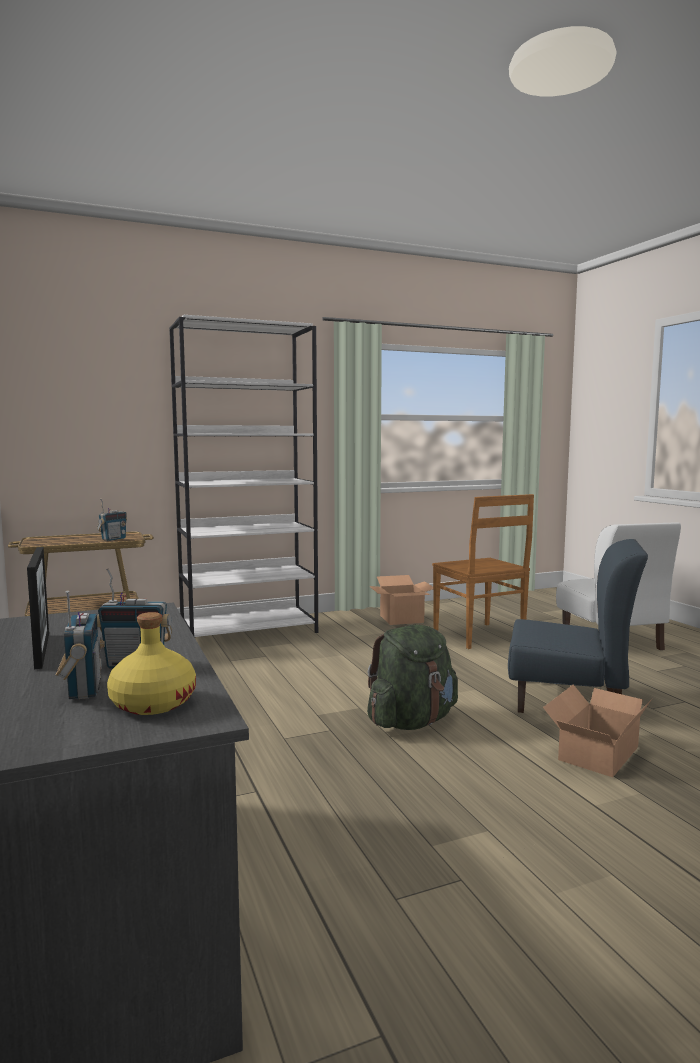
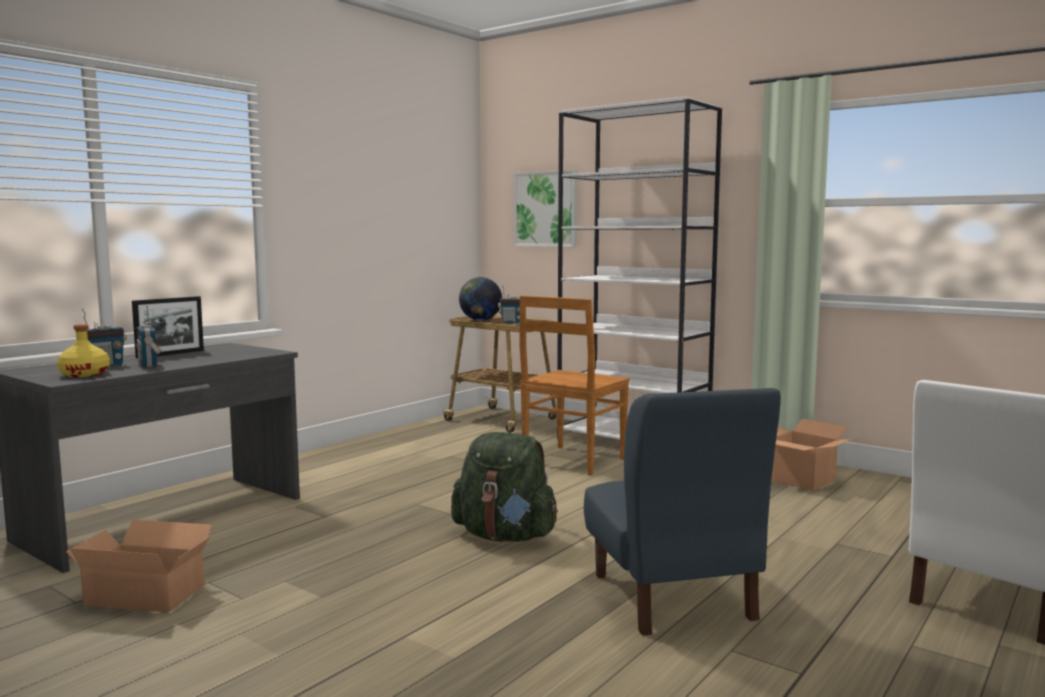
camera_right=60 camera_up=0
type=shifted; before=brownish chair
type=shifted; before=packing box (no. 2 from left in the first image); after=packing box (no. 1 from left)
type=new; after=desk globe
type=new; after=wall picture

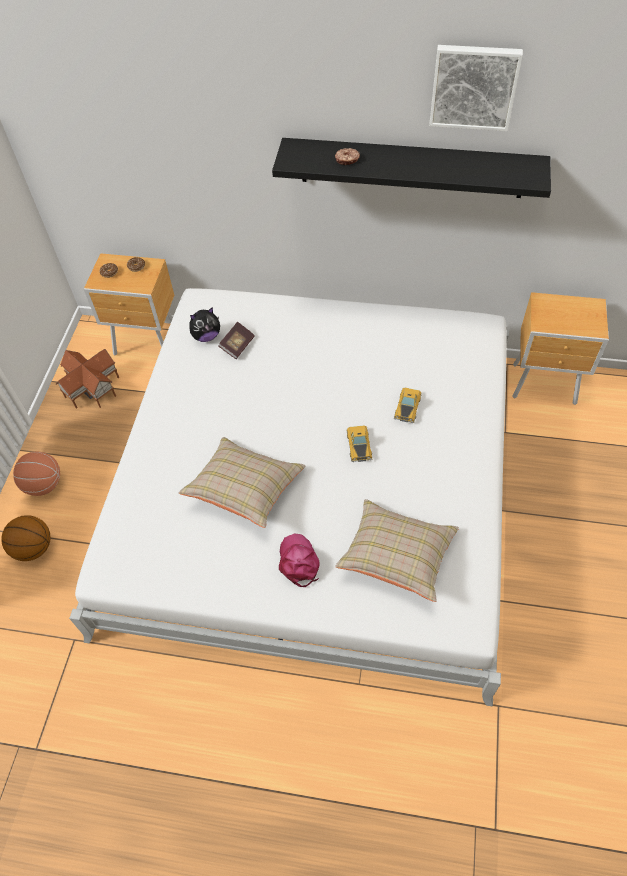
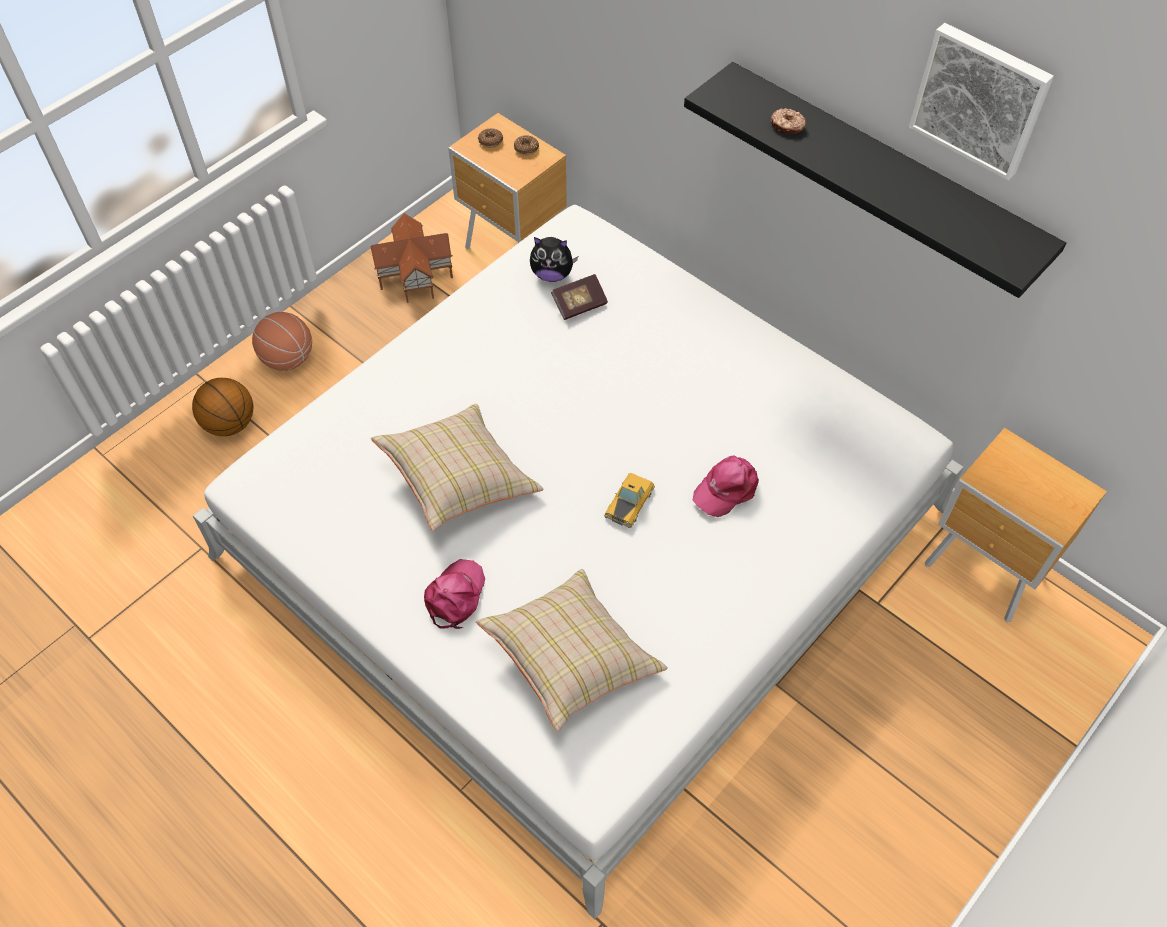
camera_right=30 camera_up=0
type=swapped; before=model car (no. 2 from left); after=pink peaked cap (no. 2 from left)

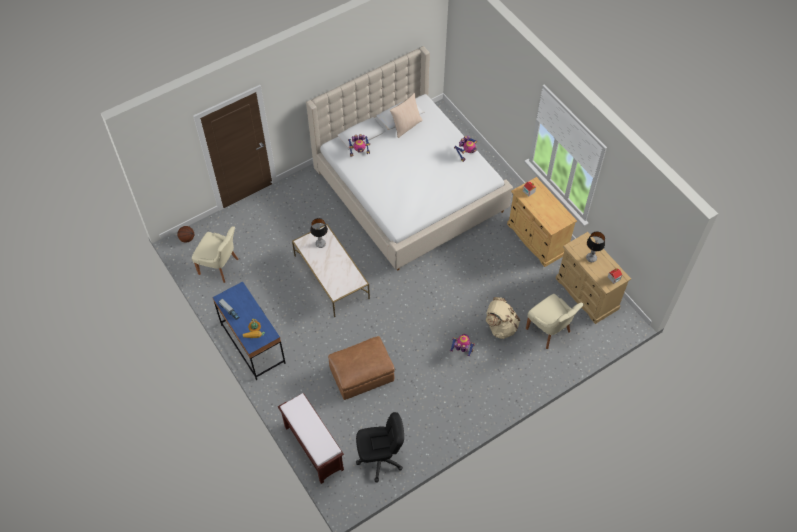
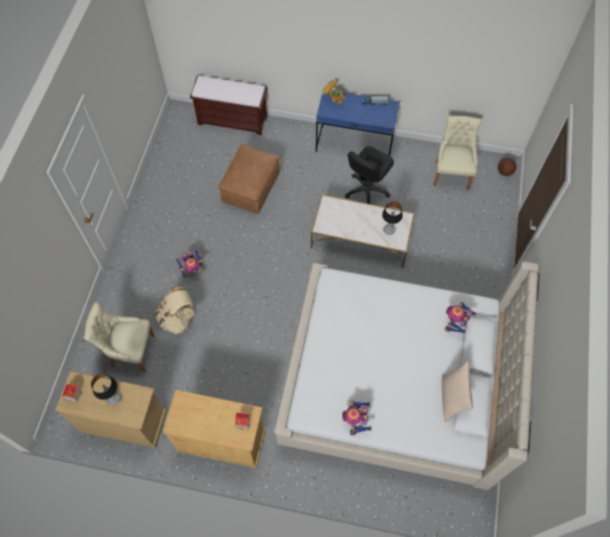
camera_right=135 camera_up=5
type=rotated; before=beige chair (no. 1 from left in the first image); turn=120
type=shifted; before=blackish office chair

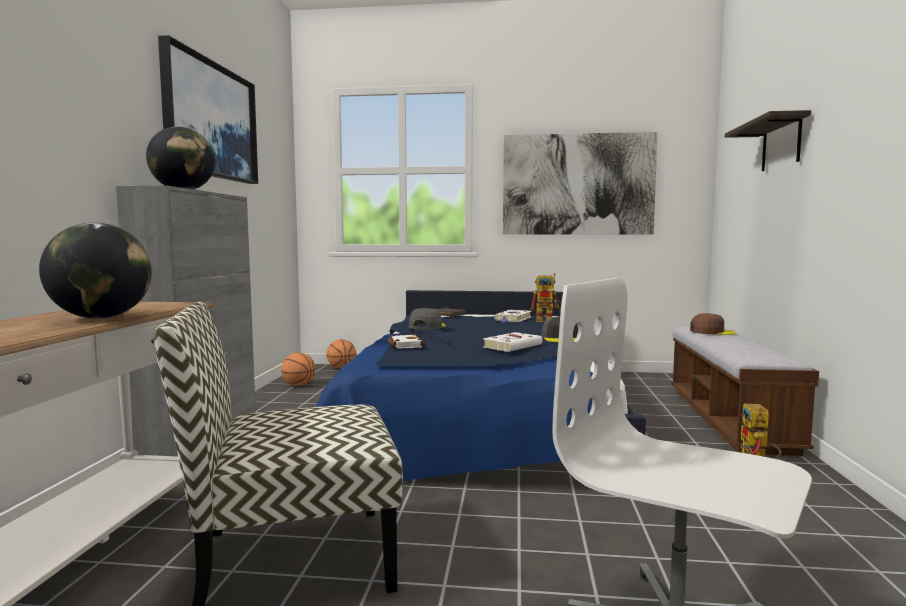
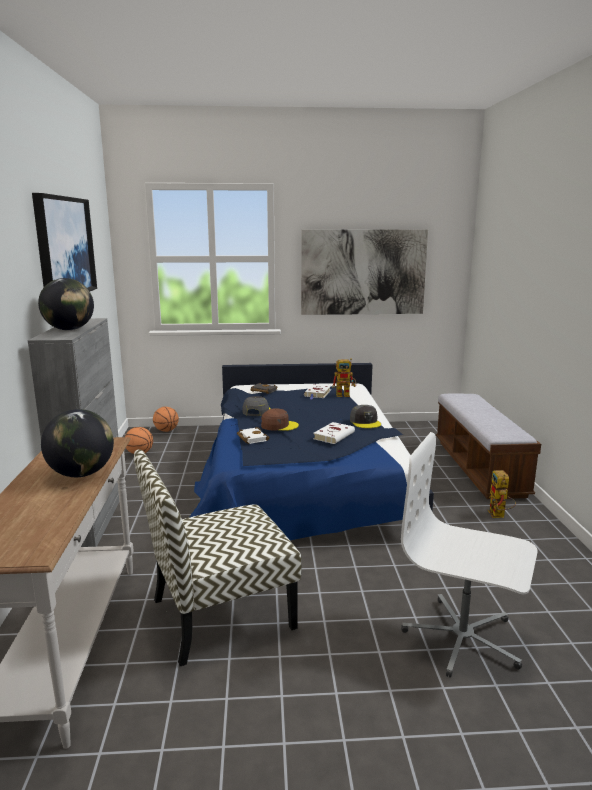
camera_right=-10 camera_up=10
type=shifted; before=brownish peaked cap
type=gone; before=shelf

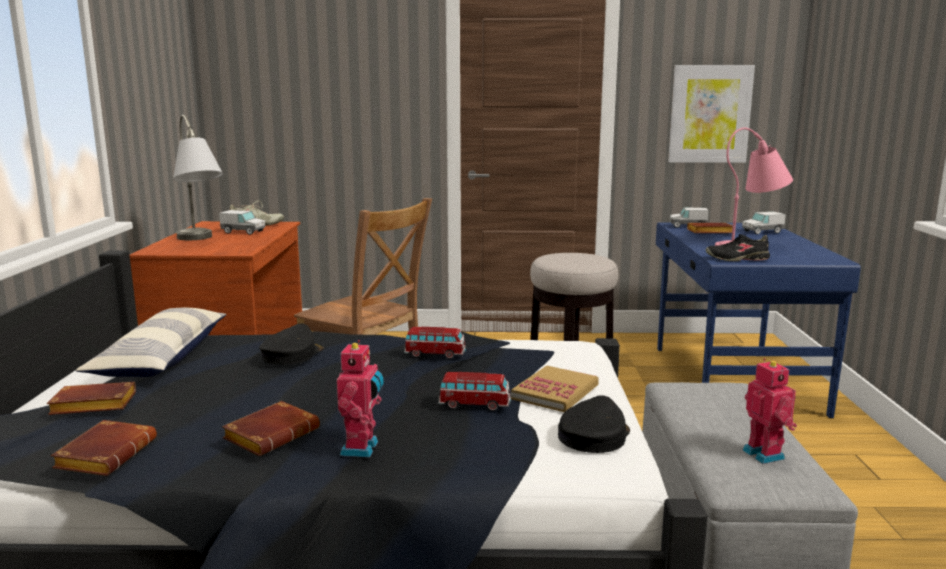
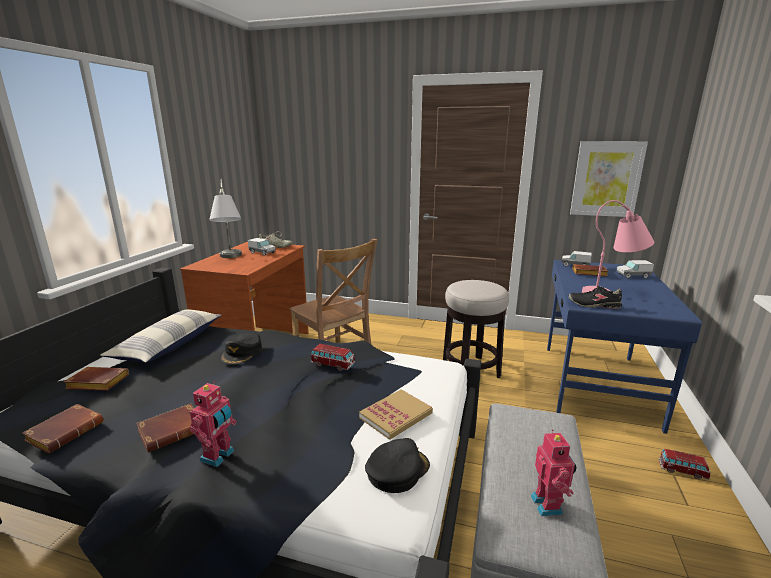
camera_right=15 camera_up=5
type=rotated; before=blackish peaked cap (no. 1 from left); turn=150
type=shifted; before=model car (no. 2 from left)

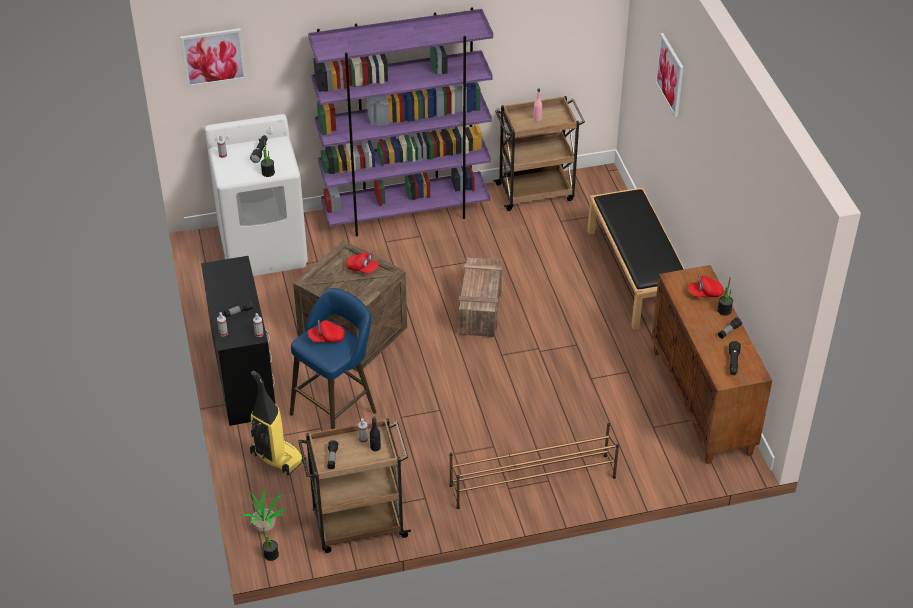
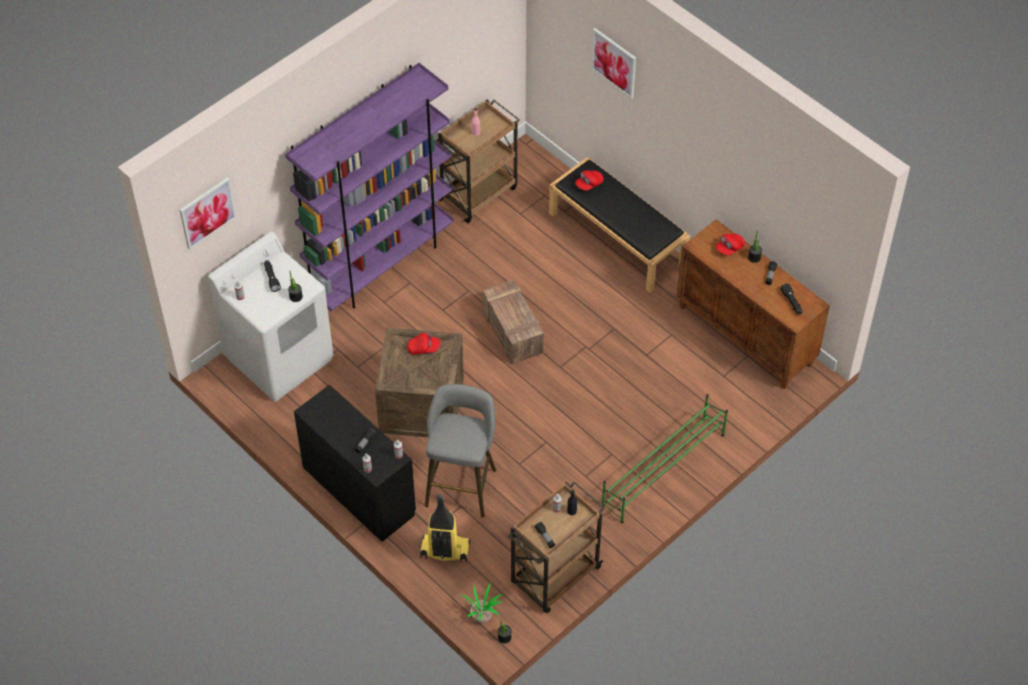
camera_right=-30 camera_up=10
type=repainted; before=blue sitting stool; after=grey sitting stool
type=shifted; before=reddish peaked cap (no. 1 from left in the first image); after=reddish peaked cap (no. 2 from left)
type=repainted; before=brownish shoe stand; after=green shoe stand

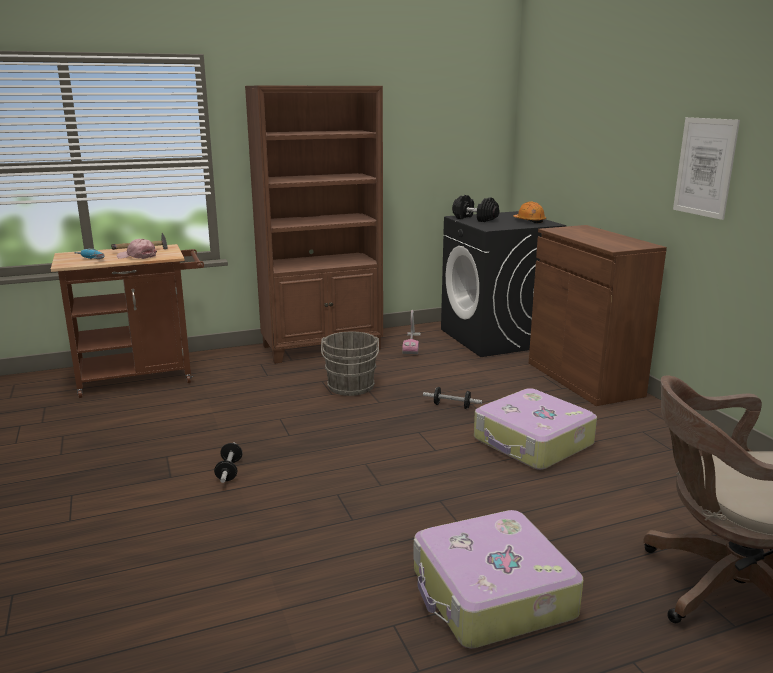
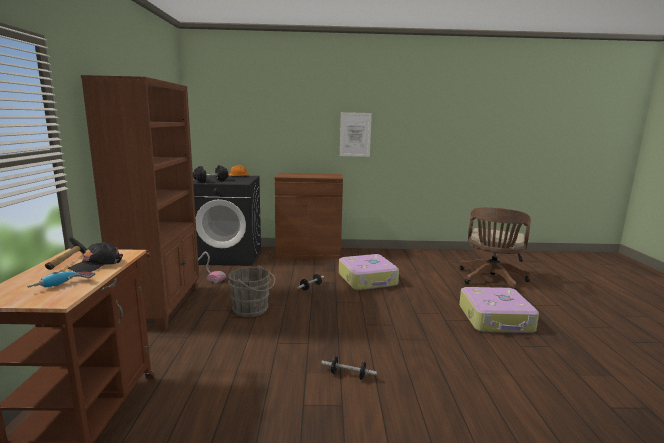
camera_right=-70 camera_up=-5
type=repainted; before=pink peaked cap; after=blackish peaked cap

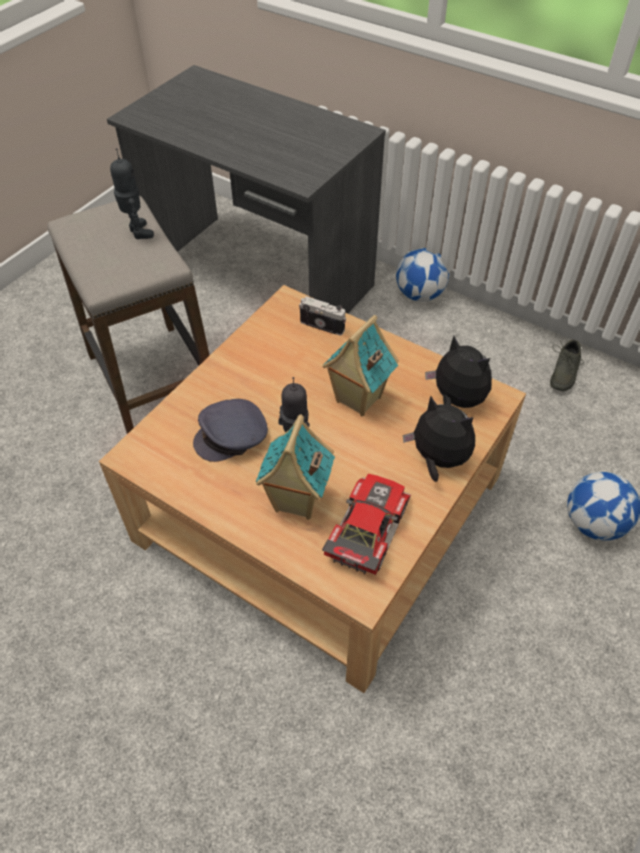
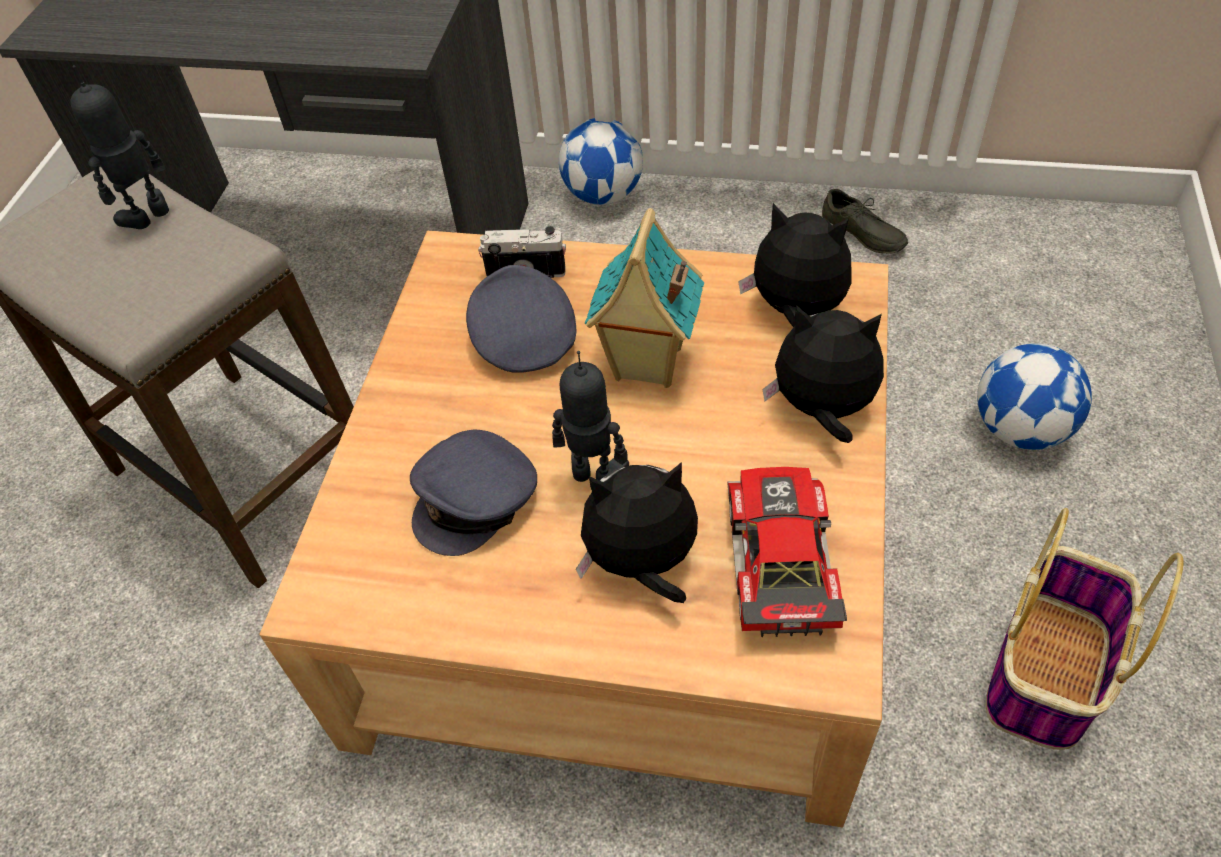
camera_right=-20 camera_up=0
type=rotated; before=toy robot (no. 1 from left); turn=-90
type=swapped; before=miniature house (no. 1 from left); after=soft toy (no. 1 from left)
type=rotated; before=grey low shoe; turn=-45
type=new; after=grey peaked cap (no. 2 from left)
type=new; after=basket

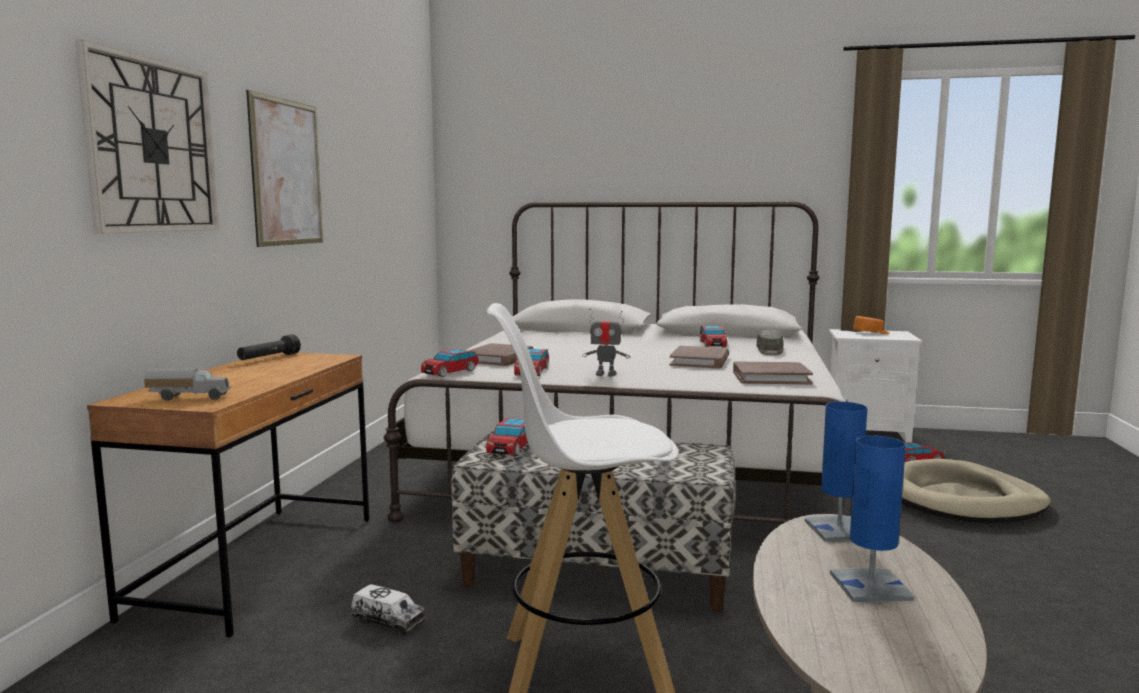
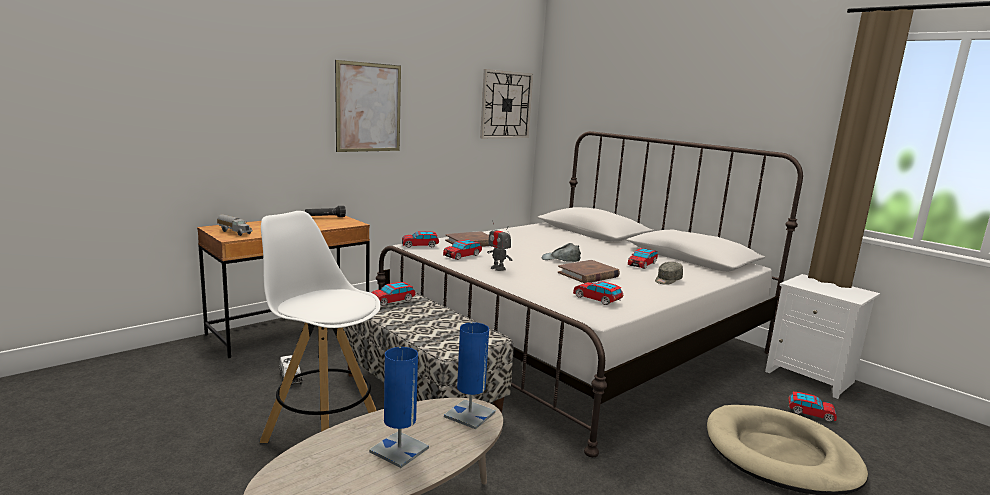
camera_right=35 camera_up=5
type=shifted; before=hanging clock
type=swapped; before=brownish volume (no. 3 from left); after=model car (no. 4 from left)
type=gone; before=orange peaked cap
type=new; after=grey peaked cap (no. 1 from left)

